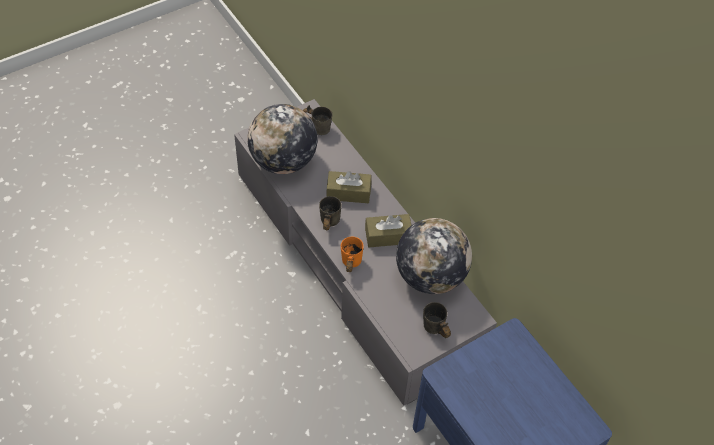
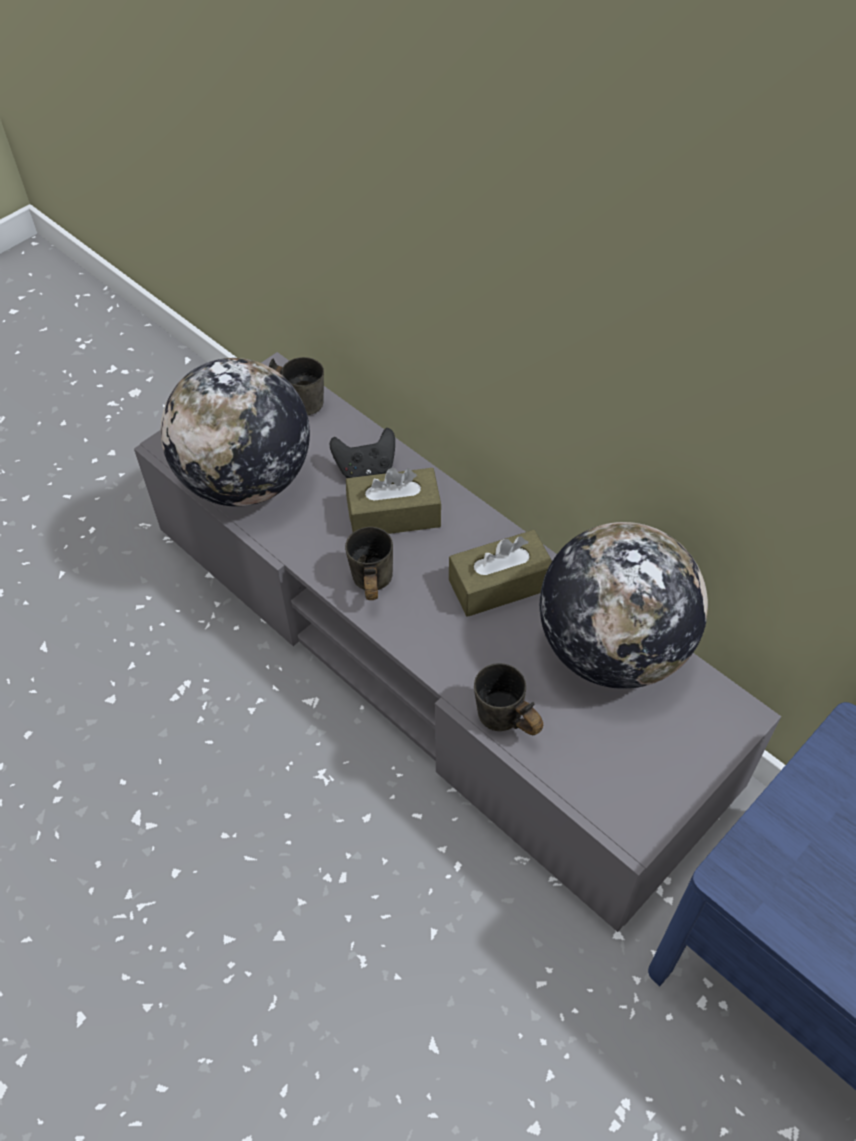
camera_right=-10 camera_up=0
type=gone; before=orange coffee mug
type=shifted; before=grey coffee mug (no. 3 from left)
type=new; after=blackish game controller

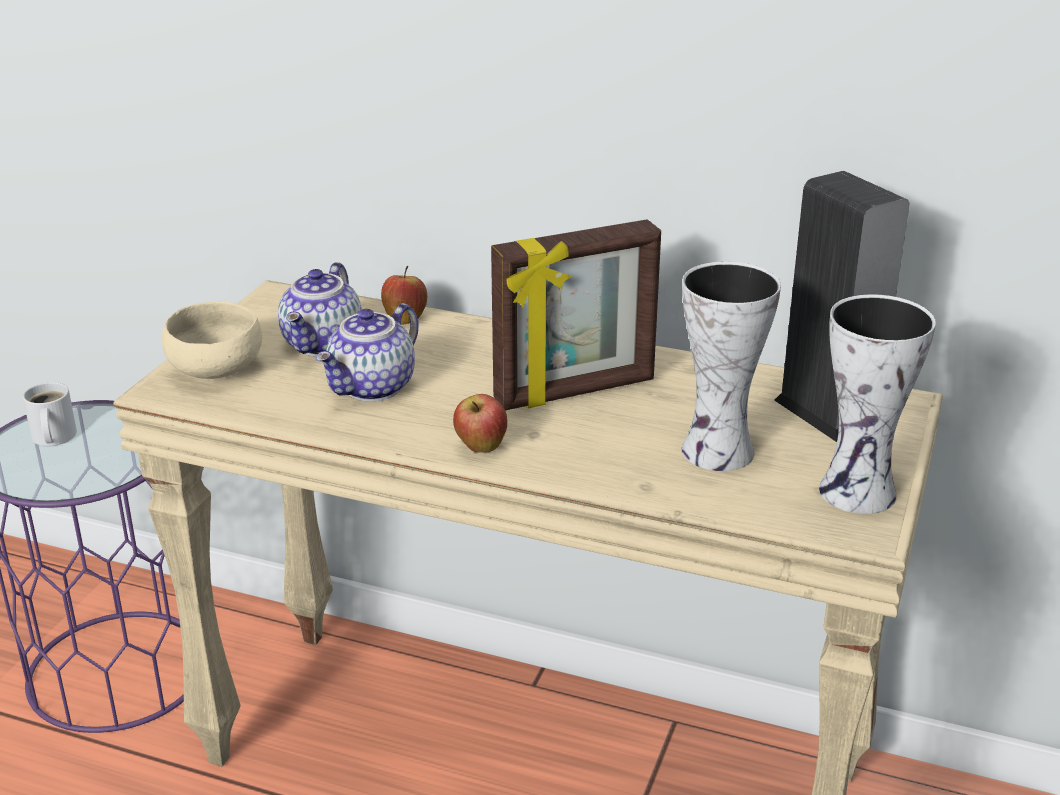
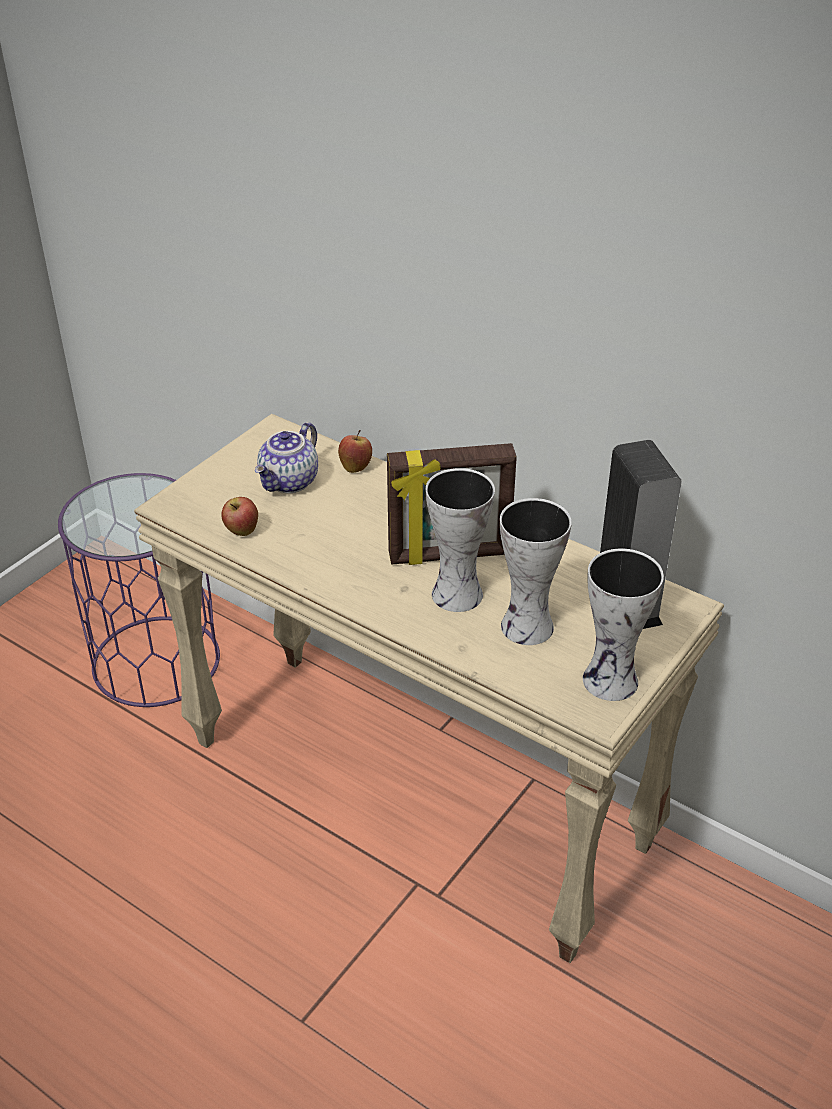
camera_right=15 camera_up=10
type=gone; before=whitish coffee mug
type=gone; before=beige deep dish
type=gone; before=pot for tea (no. 2 from left)
type=shifted; before=apple (no. 2 from left in the first image); after=apple (no. 1 from left)
type=new; after=vase (no. 1 from left)

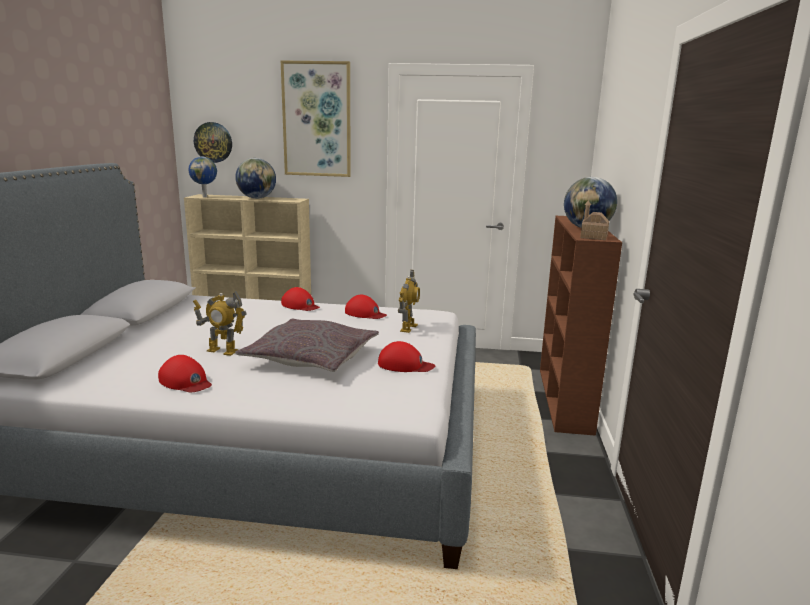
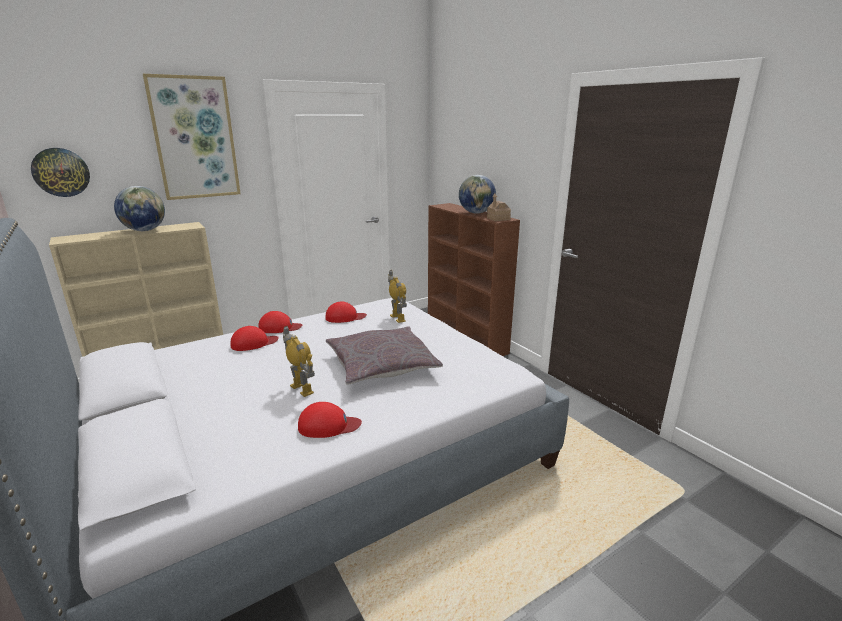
camera_right=-40 camera_up=5
type=gone; before=desk globe (no. 1 from left)
type=rotated; before=toy robot (no. 1 from left); turn=-105
type=shifted; before=reddish peaked cap (no. 4 from left in the first image); after=reddish peaked cap (no. 1 from left)

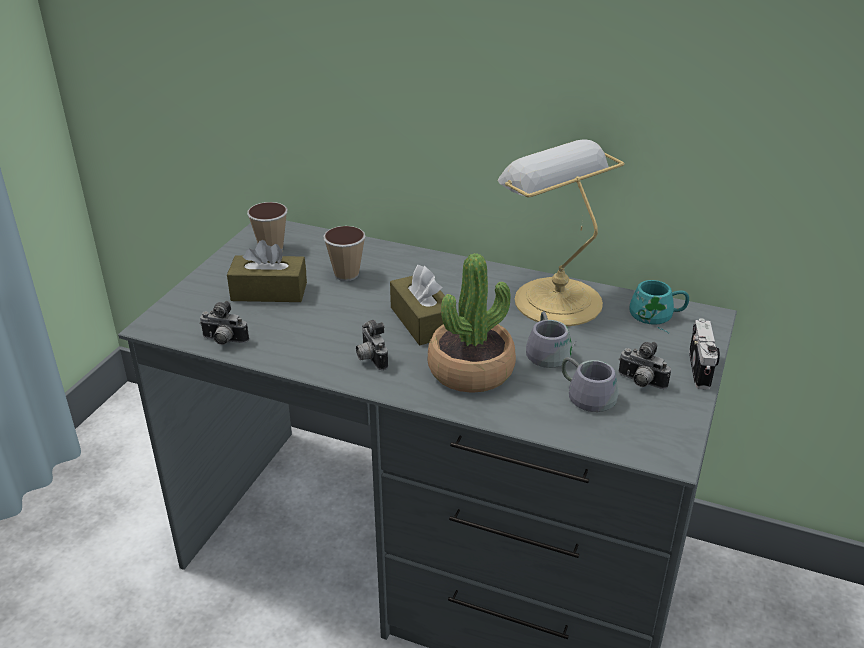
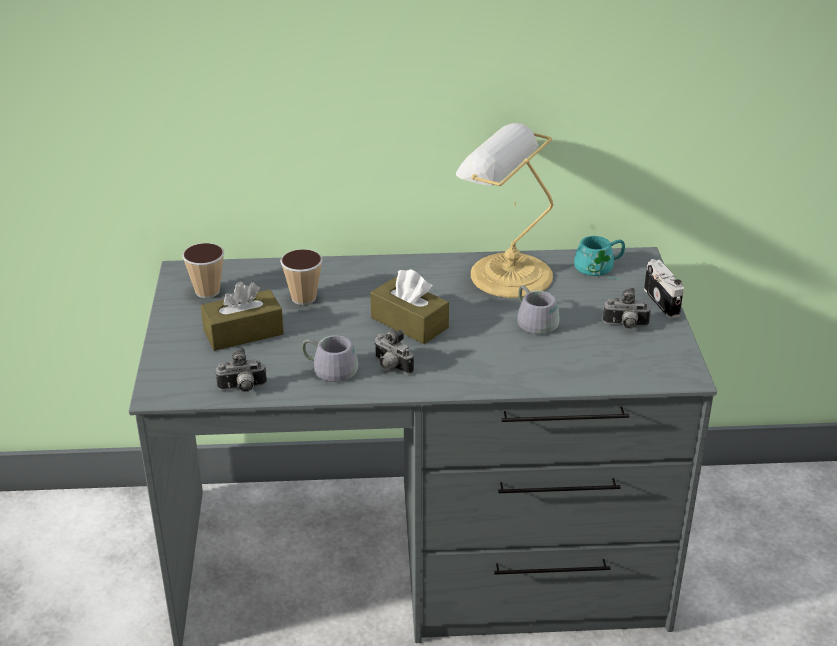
camera_right=-25 camera_up=0
type=gone; before=plant in a pot
type=shifted; before=grey coffee mug (no. 2 from left in the first image); after=grey coffee mug (no. 1 from left)

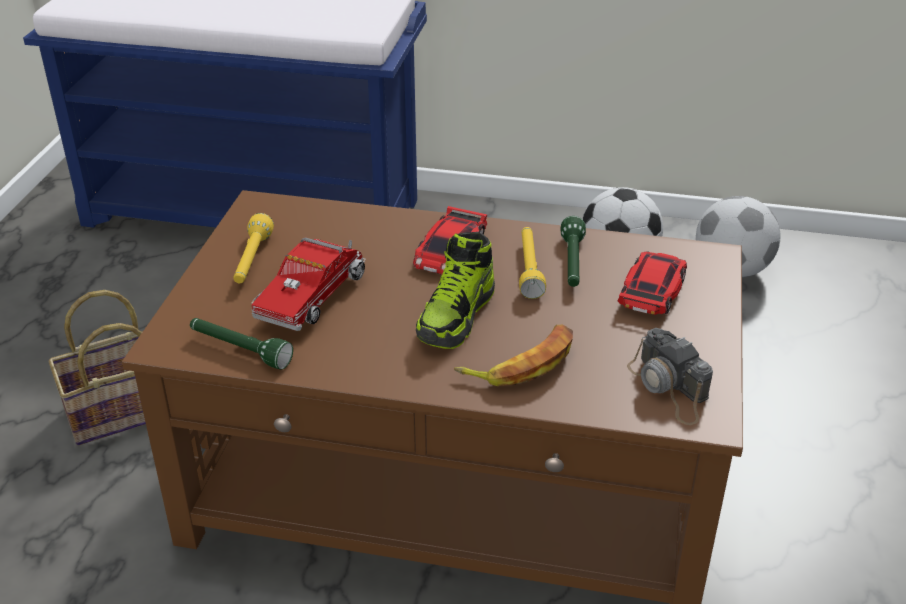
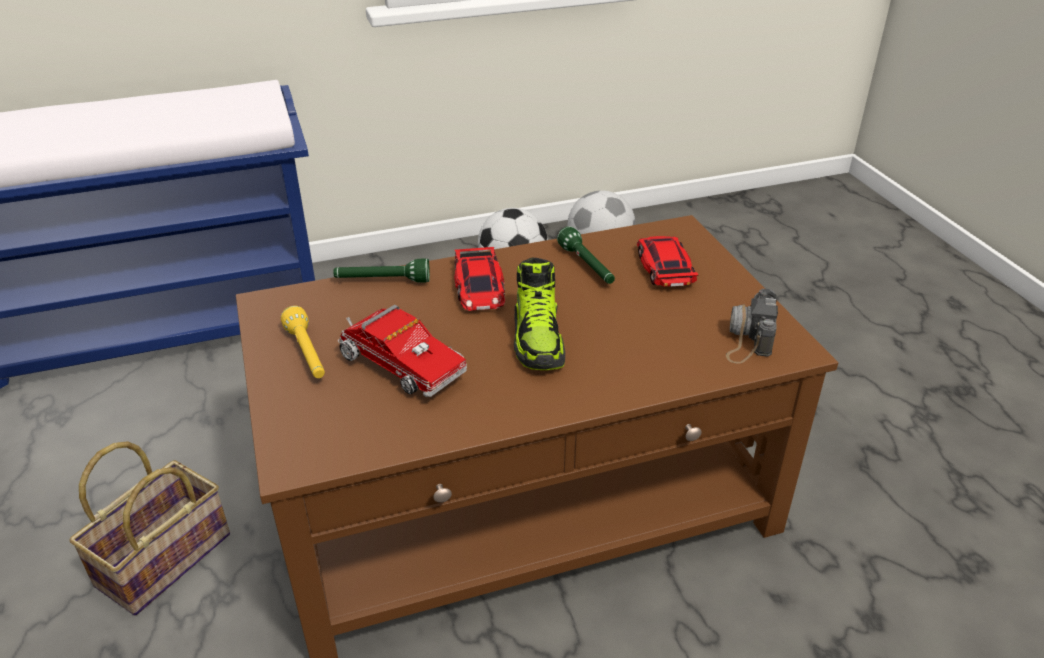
camera_right=-30 camera_up=0
type=shifted; before=green flashlight (no. 1 from left)
type=rotated; before=toy truck; turn=-45
type=gone; before=whole banana
type=gone; before=yellow flashlight (no. 2 from left)
type=rotated; before=photo camera; turn=75

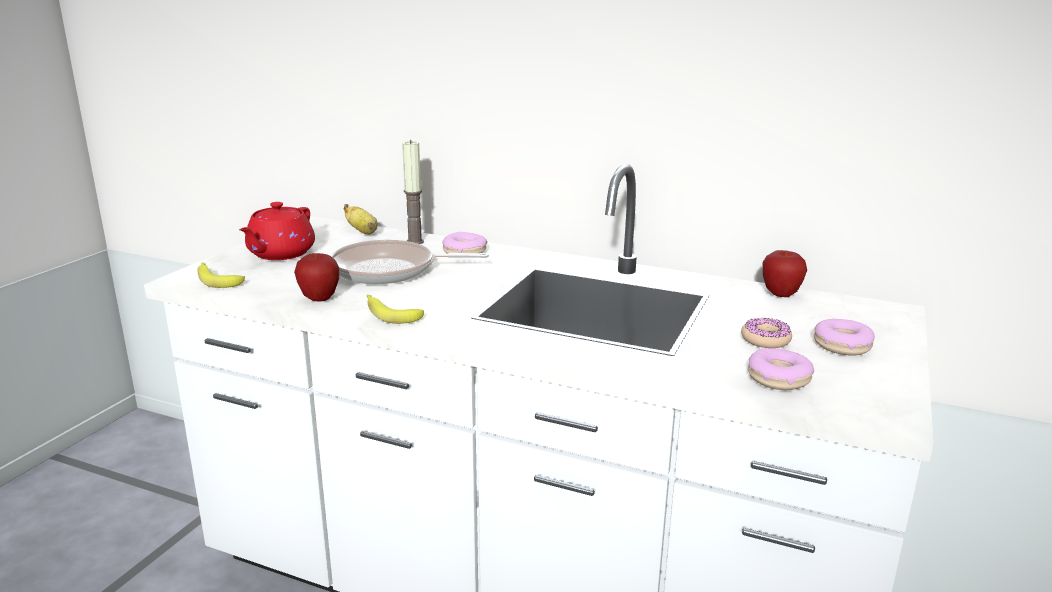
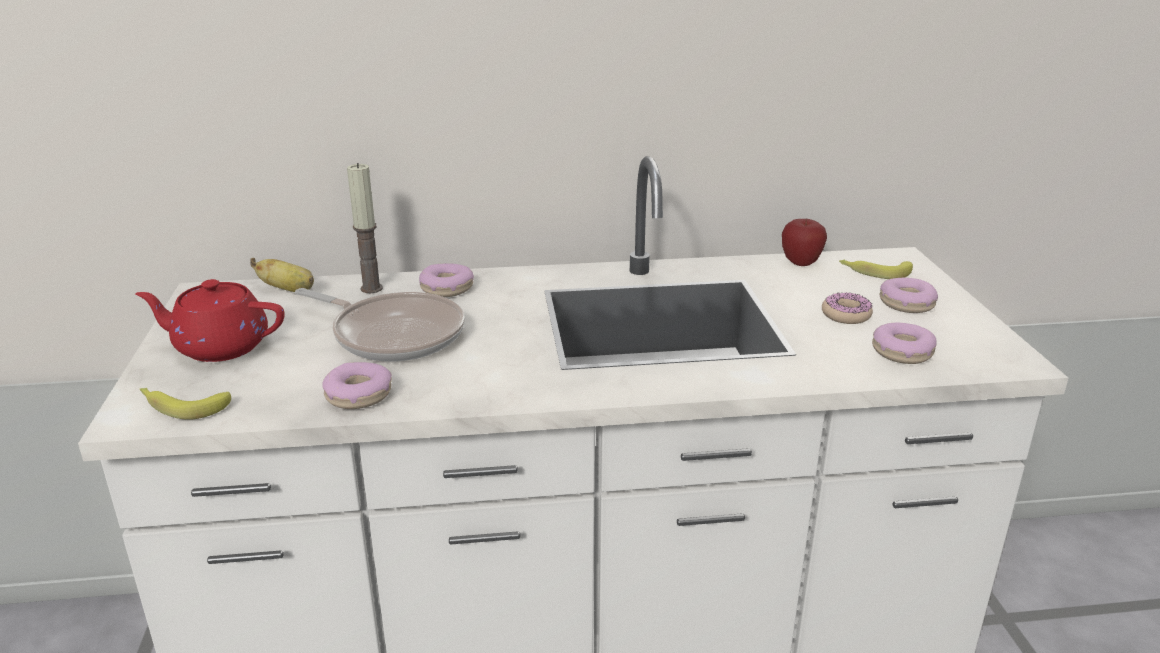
camera_right=-30 camera_up=5
type=rotated; before=reddish pot for tea; turn=105
type=swapped; before=apple (no. 1 from left); after=doughnut (no. 1 from left)
type=rotated; before=frying pan; turn=-120
type=shifted; before=whole banana (no. 3 from left)

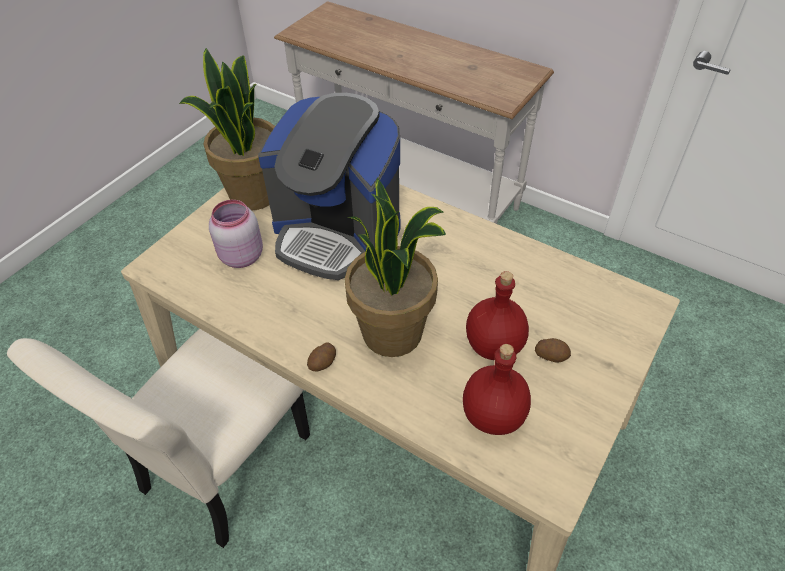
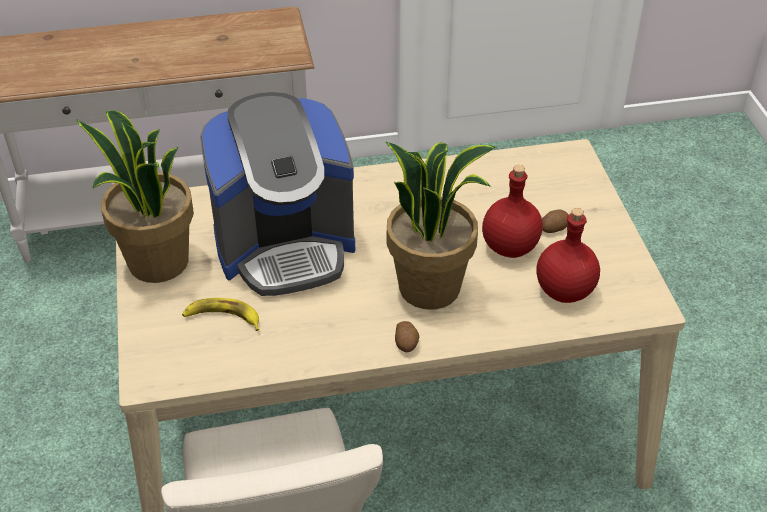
camera_right=-45 camera_up=-5
type=swapped; before=pink preserve jar; after=whole banana

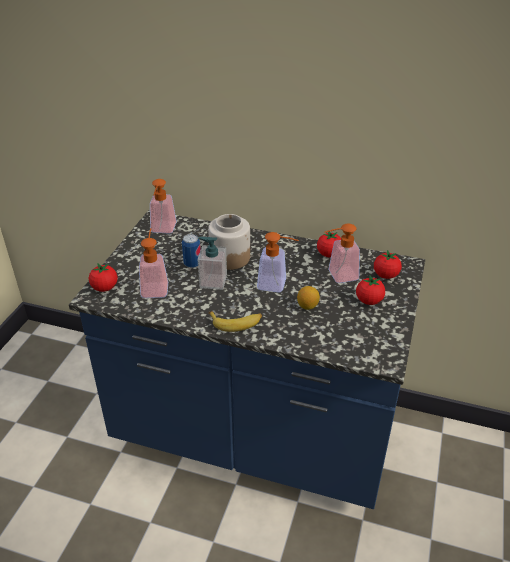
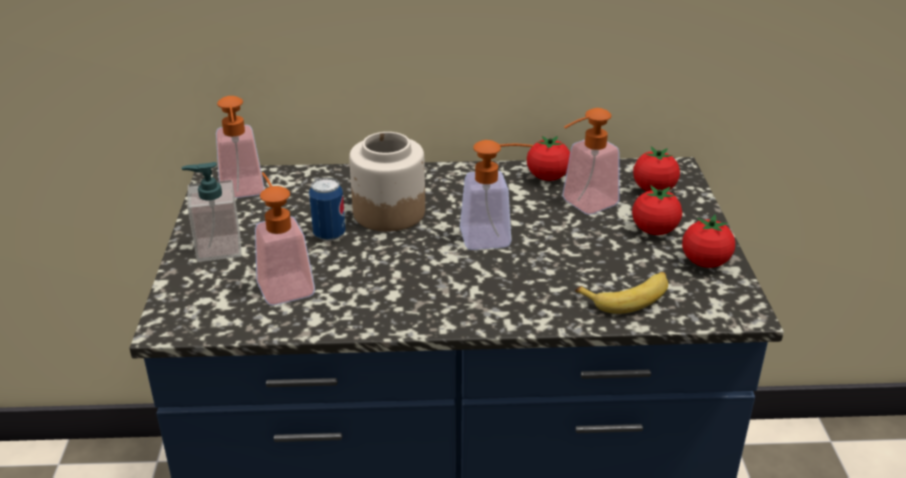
camera_right=-20 camera_up=-5
type=shifted; before=whole tomato (no. 1 from left in the first image); after=whole tomato (no. 4 from left)
type=shifted; before=soap dispenser (no. 3 from left in the first image); after=soap dispenser (no. 1 from left)
type=shifted; before=whole banana
type=gone; before=citrus fruit

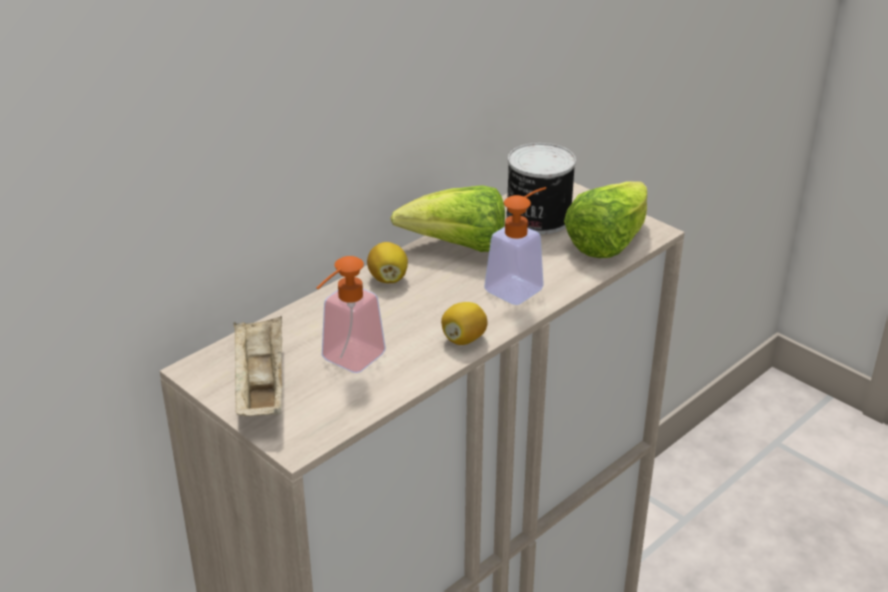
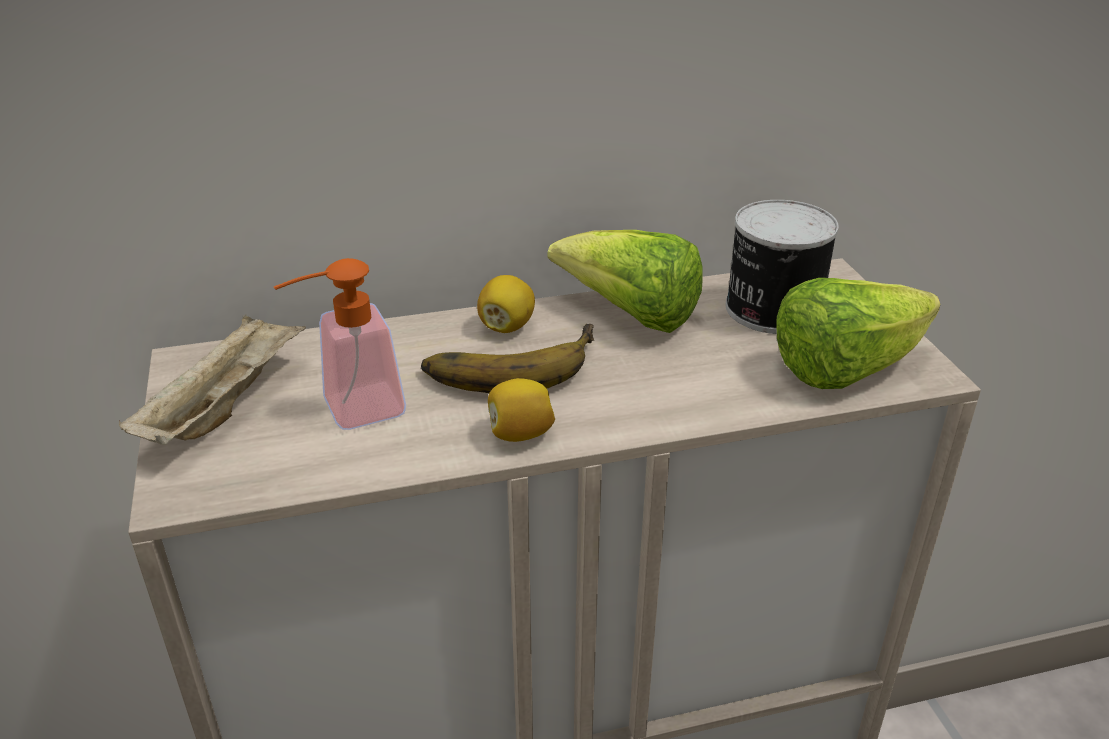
camera_right=30 camera_up=0
type=gone; before=soap dispenser (no. 2 from left)
type=new; after=whole banana

